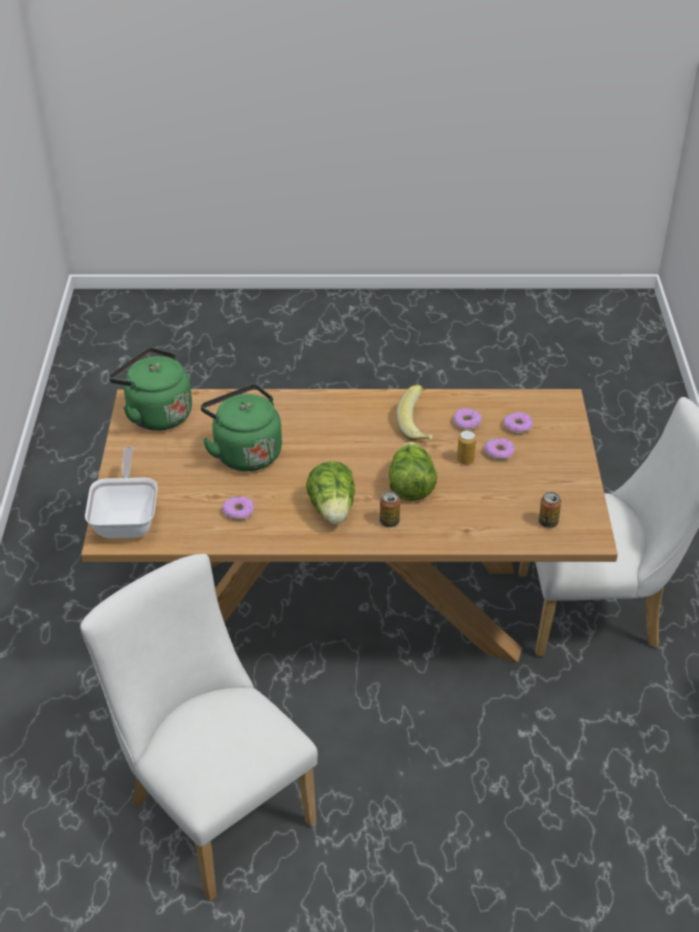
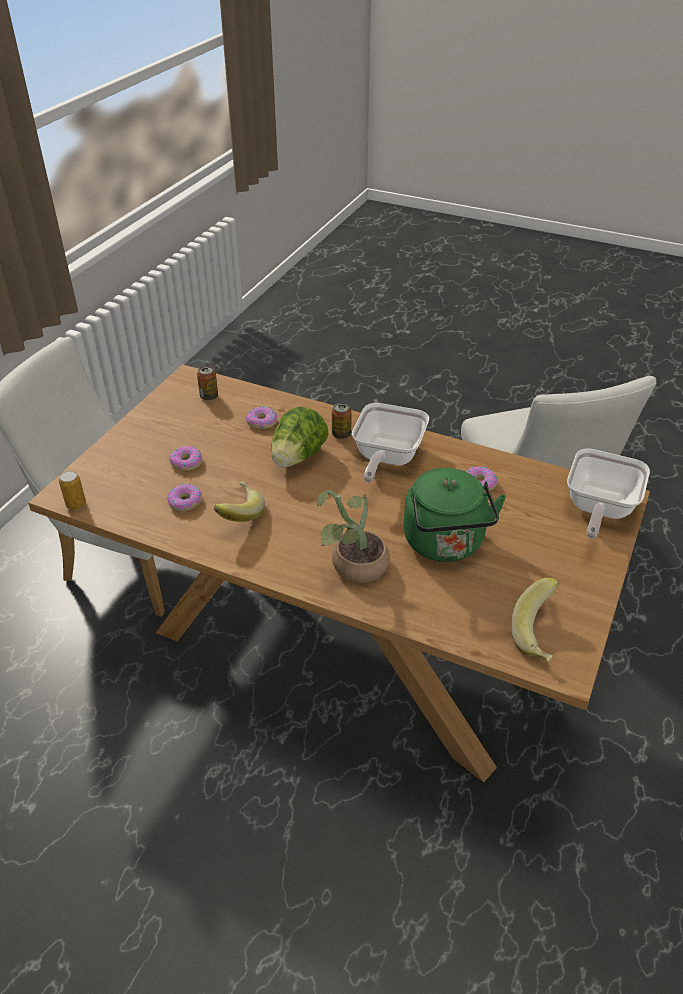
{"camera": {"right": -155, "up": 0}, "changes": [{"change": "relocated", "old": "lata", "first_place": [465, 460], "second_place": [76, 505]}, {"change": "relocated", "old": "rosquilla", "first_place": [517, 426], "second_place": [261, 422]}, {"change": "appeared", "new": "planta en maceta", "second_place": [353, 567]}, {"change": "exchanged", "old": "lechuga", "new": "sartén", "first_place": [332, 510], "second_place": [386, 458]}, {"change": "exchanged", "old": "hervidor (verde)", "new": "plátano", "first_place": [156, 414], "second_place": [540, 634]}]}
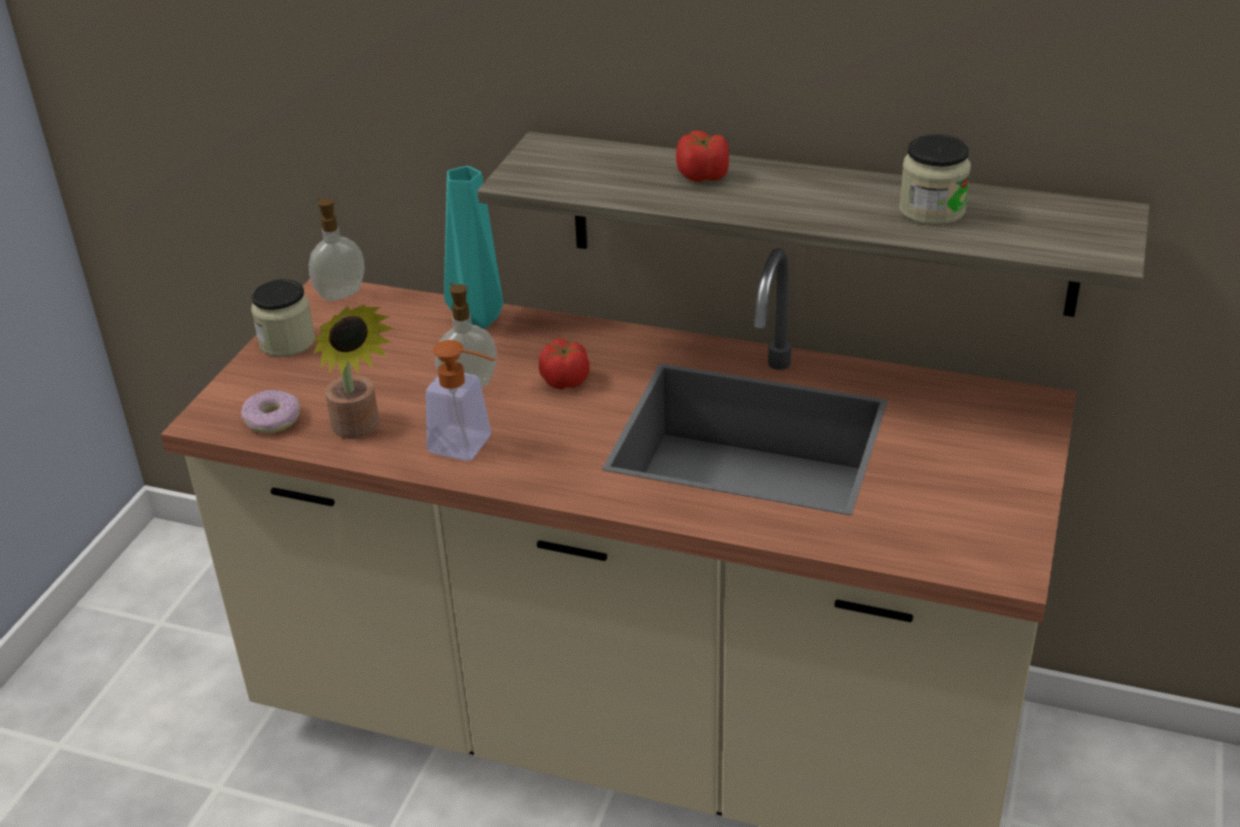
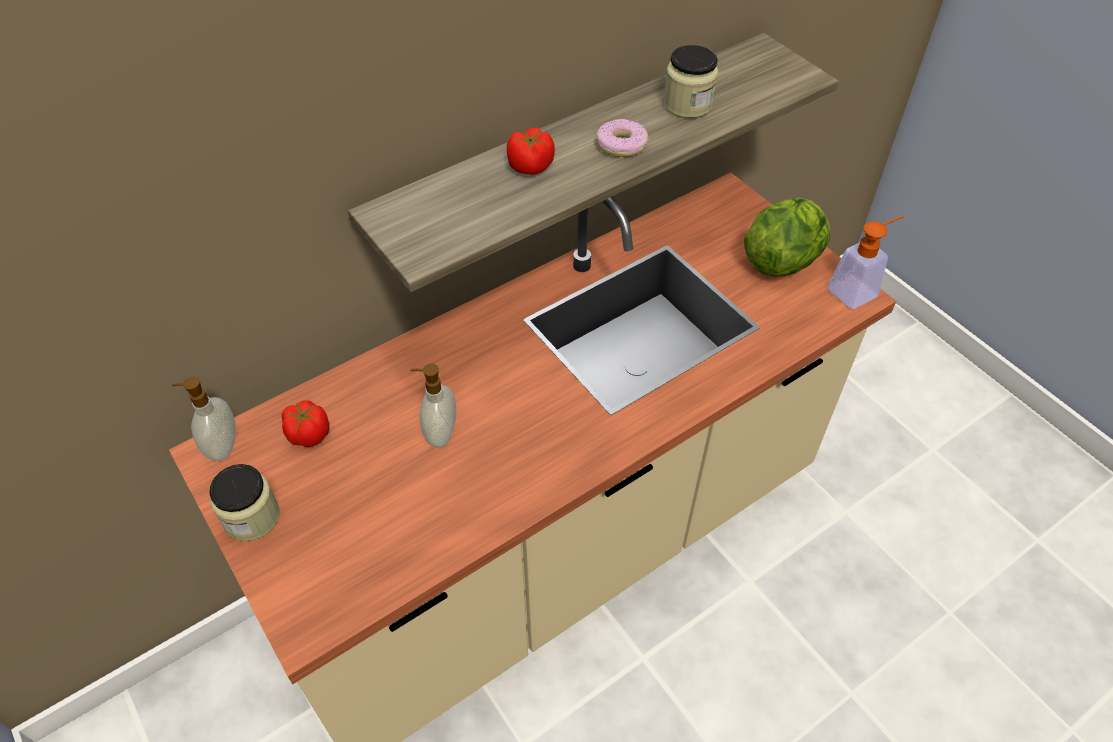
{"camera": {"right": -55, "up": 15}, "changes": [{"change": "relocated", "old": "tomate", "first_place": [565, 381], "second_place": [308, 434]}, {"change": "relocated", "old": "rosquilla", "first_place": [272, 419], "second_place": [621, 145]}, {"change": "appeared", "new": "lechuga", "second_place": [783, 260]}, {"change": "relocated", "old": "dispensador de jabón", "first_place": [470, 447], "second_place": [858, 290]}, {"change": "missing", "old": "planta en maceta", "first_place": [359, 430]}, {"change": "missing", "old": "florero (turquesa)", "first_place": [480, 320]}]}
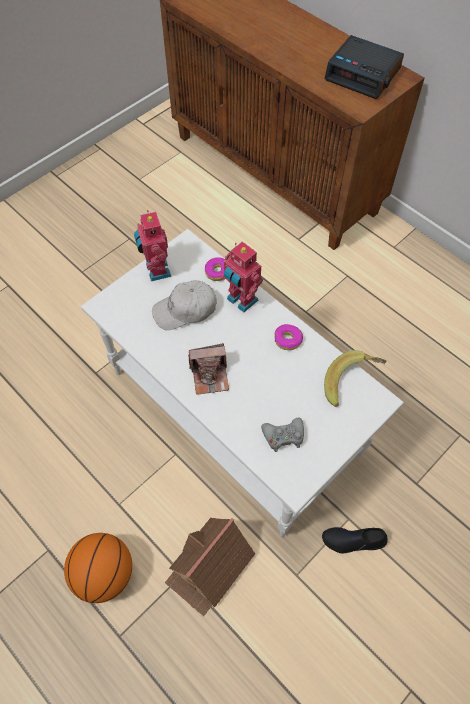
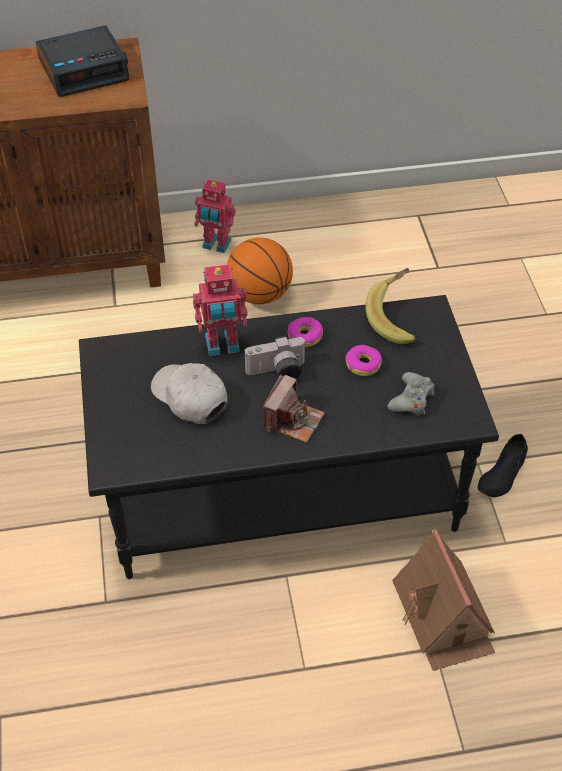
{"camera": {"right": -55, "up": -10}, "changes": [{"change": "colour", "old": "mesa de centro (blanco)", "new": "mesa de centro (negro)", "first_place": [236, 412], "second_place": [282, 488]}, {"change": "spun", "old": "gorra (blanco)", "first_place": [185, 310], "second_place": [190, 397], "degrees": 120}, {"change": "relocated", "old": "robot de juguete", "first_place": [156, 270], "second_place": [216, 245]}, {"change": "relocated", "old": "balón de baloncesto", "first_place": [104, 574], "second_place": [260, 294]}, {"change": "appeared", "new": "cámara", "second_place": [277, 372]}, {"change": "relocated", "old": "rosquilla", "first_place": [217, 272], "second_place": [363, 364]}]}
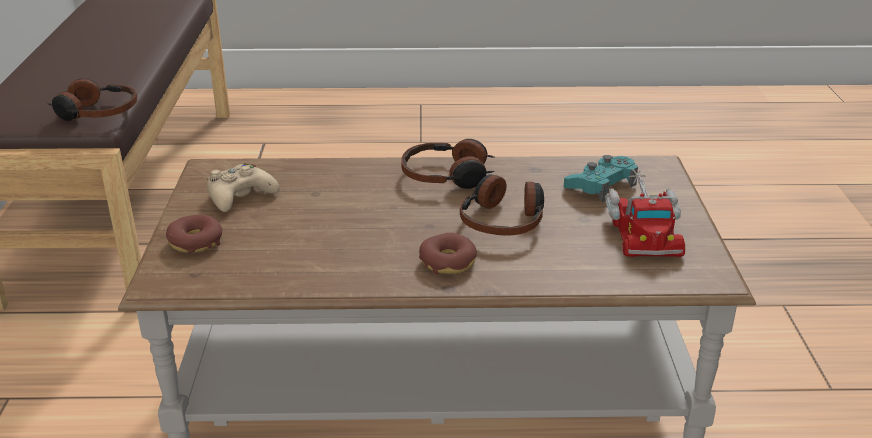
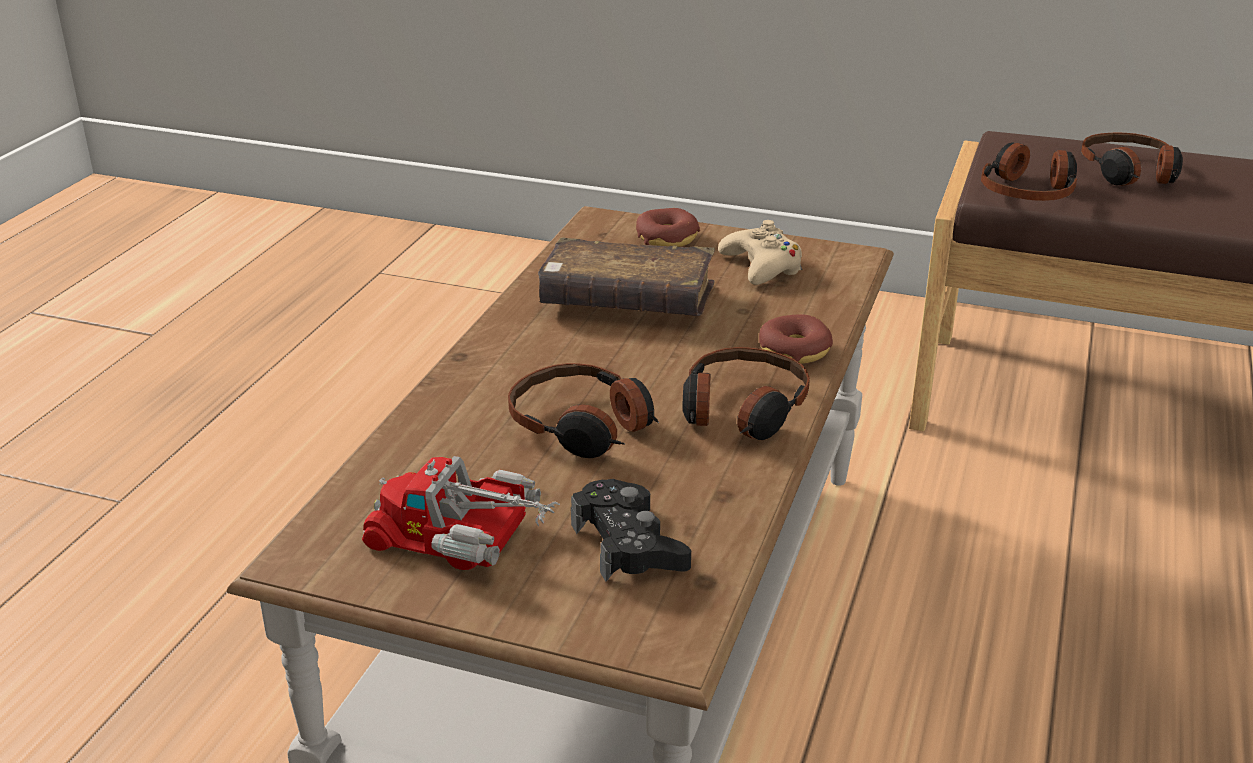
{"camera": {"right": 110, "up": 0}, "changes": [{"change": "appeared", "new": "libro (marrón)", "second_place": [627, 300]}, {"change": "colour", "old": "mando de consola (turquesa)", "new": "mando de consola (negro)", "first_place": [601, 185], "second_place": [629, 545]}, {"change": "relocated", "old": "rosquilla", "first_place": [448, 262], "second_place": [794, 351]}, {"change": "appeared", "new": "auriculares", "second_place": [1129, 173]}]}
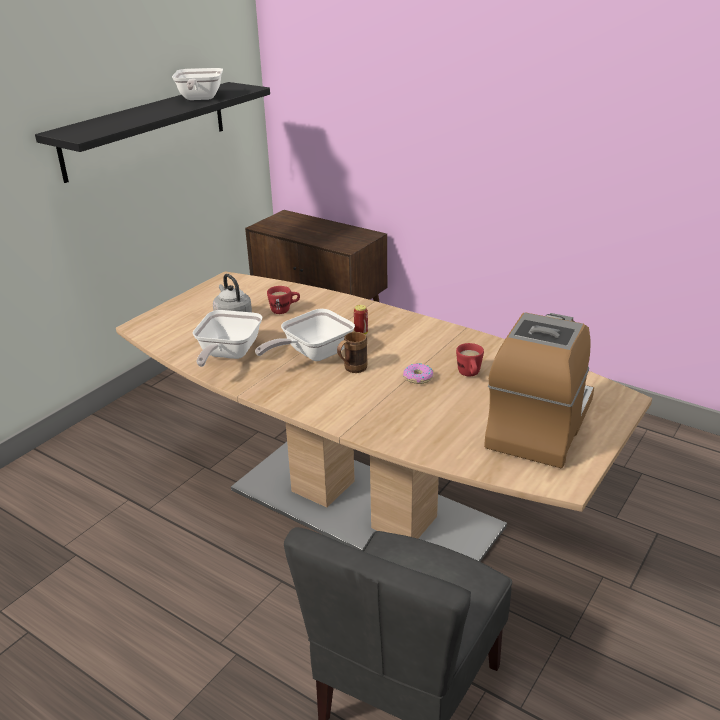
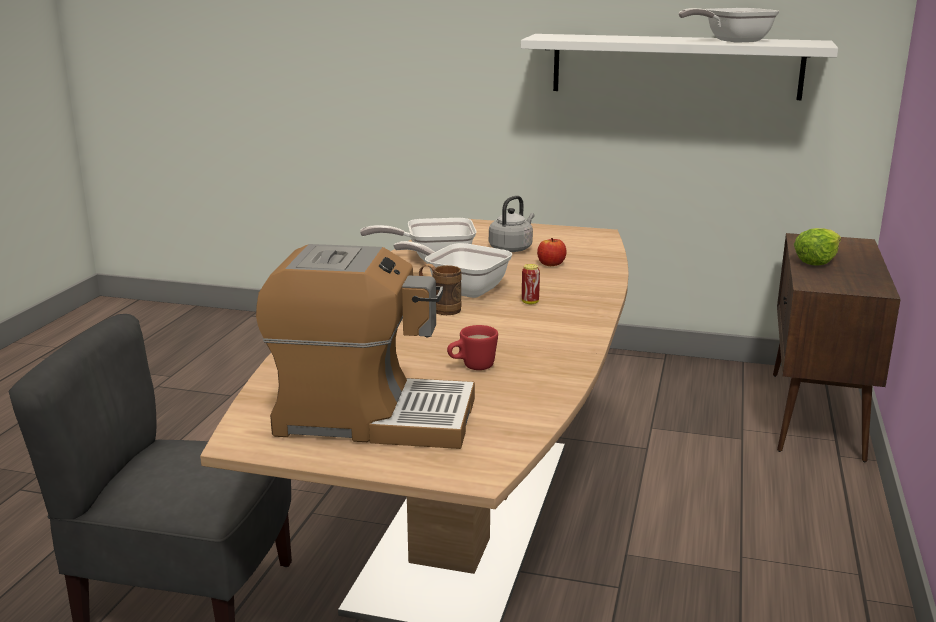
{"camera": {"right": 70, "up": -10}, "changes": [{"change": "colour", "old": "estante (negro)", "new": "estante (blanco)", "first_place": [146, 130], "second_place": [675, 66]}, {"change": "exchanged", "old": "taza grande (rojo)", "new": "manzana", "first_place": [284, 310], "second_place": [551, 264]}, {"change": "appeared", "new": "lechuga", "second_place": [816, 261]}, {"change": "missing", "old": "rosquilla", "first_place": [418, 378]}]}
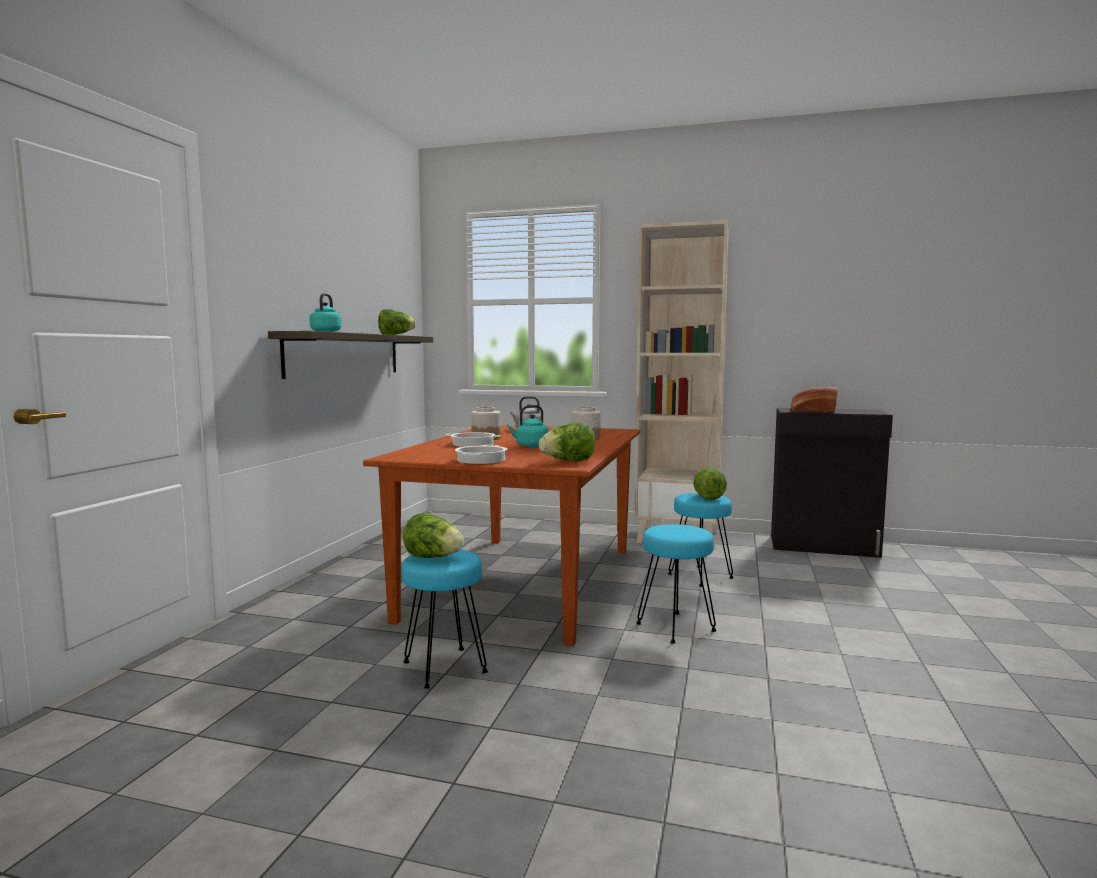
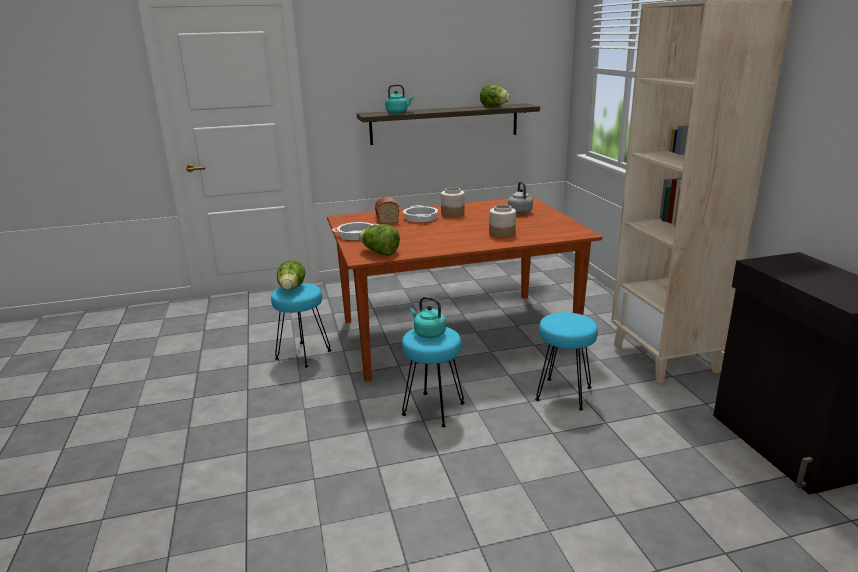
{"camera": {"right": 60, "up": 15}, "changes": [{"change": "relocated", "old": "pan", "first_place": [812, 411], "second_place": [386, 218]}, {"change": "relocated", "old": "hervidor (turquesa)", "first_place": [530, 446], "second_place": [428, 333]}, {"change": "missing", "old": "lechuga", "first_place": [707, 497]}]}
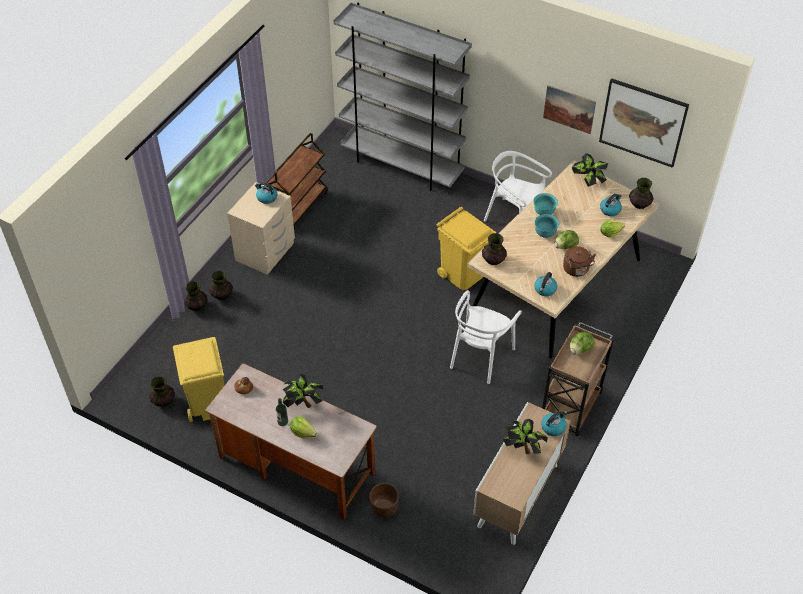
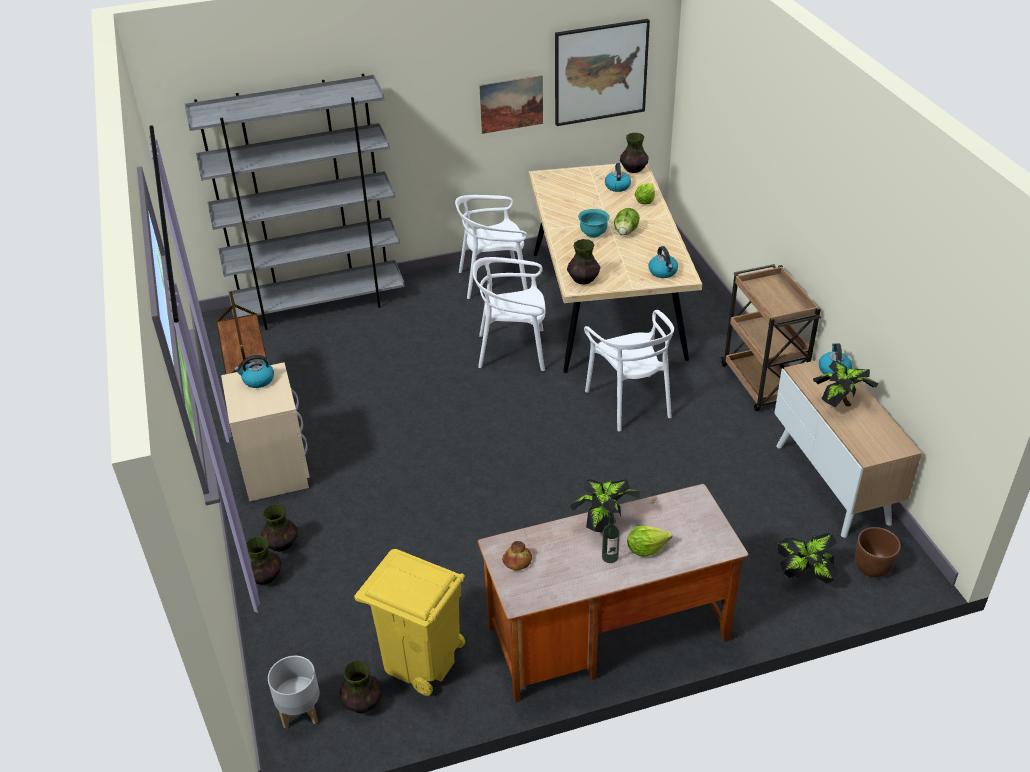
{"camera": {"right": -45, "up": -10}, "changes": [{"change": "appeared", "new": "maceta (gris)", "second_place": [300, 712]}, {"change": "exchanged", "old": "papelera (amarillo)", "new": "silla (blanco)", "first_place": [463, 274], "second_place": [513, 350]}, {"change": "relocated", "old": "planta en maceta", "first_place": [588, 182], "second_place": [805, 576]}, {"change": "relocated", "old": "maceta (marrón)", "first_place": [384, 508], "second_place": [872, 566]}, {"change": "missing", "old": "cuenco (turquesa)", "first_place": [544, 212]}, {"change": "missing", "old": "hervidor (marrón)", "first_place": [576, 270]}, {"change": "missing", "old": "lechuga", "first_place": [580, 349]}]}
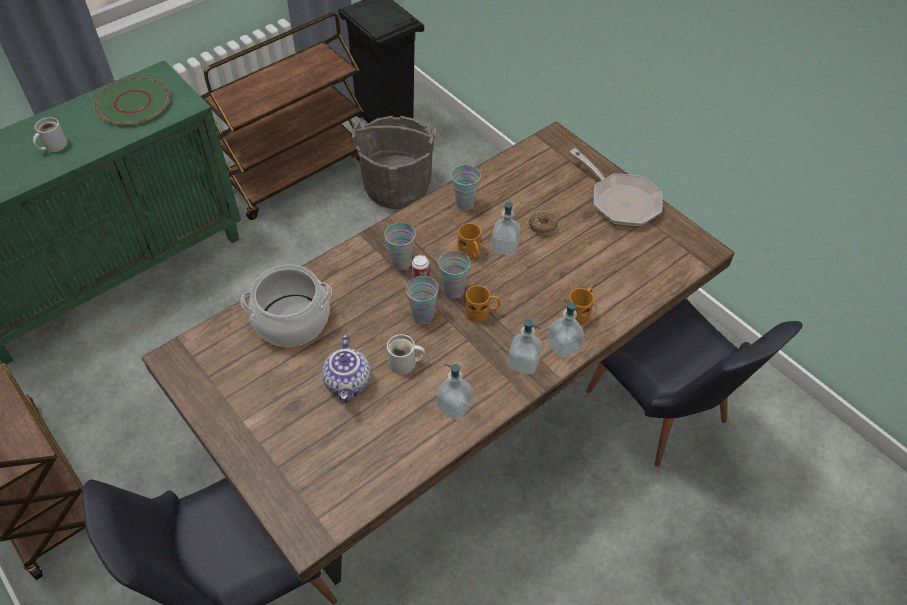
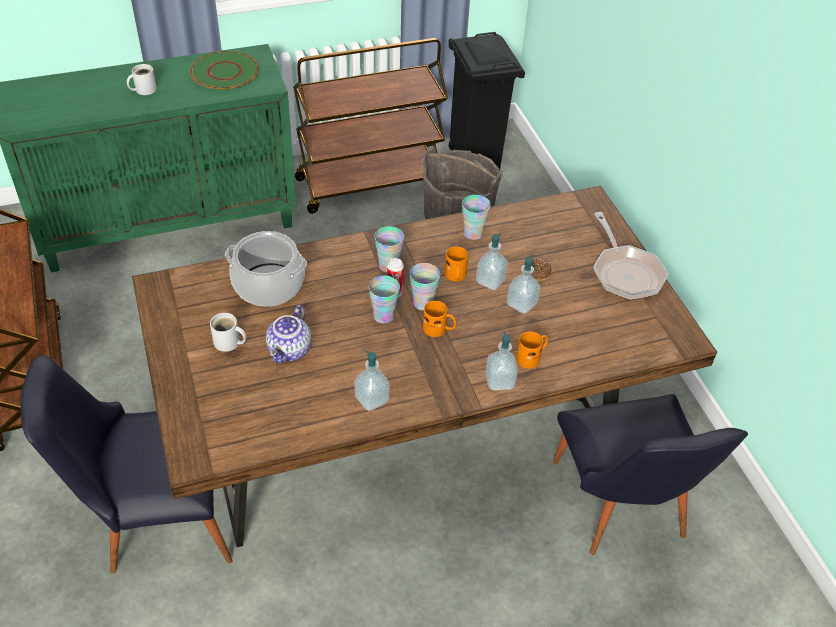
{"camera": {"right": 20, "up": -5}, "changes": [{"change": "relocated", "old": "taza grande (blanco)", "first_place": [405, 363], "second_place": [228, 343]}, {"change": "relocated", "old": "dispensador de jabón", "first_place": [523, 363], "second_place": [521, 304]}]}
